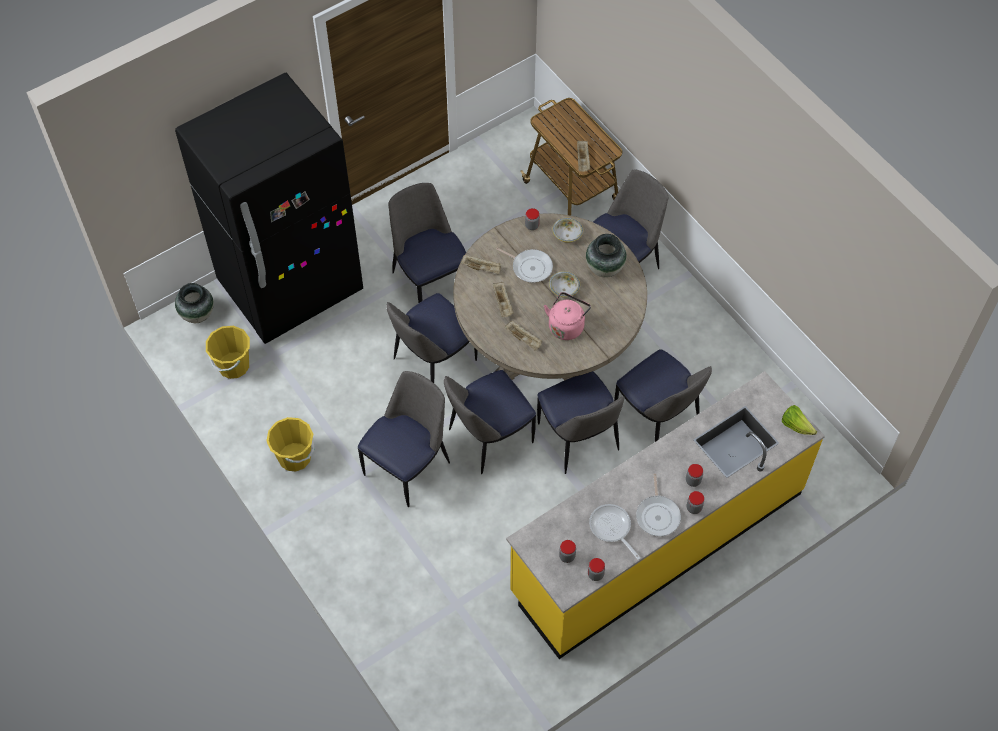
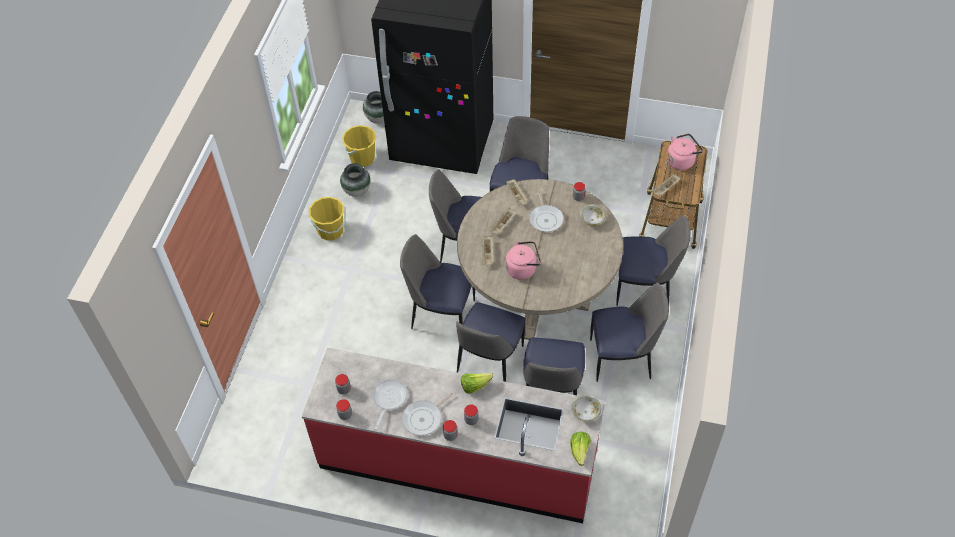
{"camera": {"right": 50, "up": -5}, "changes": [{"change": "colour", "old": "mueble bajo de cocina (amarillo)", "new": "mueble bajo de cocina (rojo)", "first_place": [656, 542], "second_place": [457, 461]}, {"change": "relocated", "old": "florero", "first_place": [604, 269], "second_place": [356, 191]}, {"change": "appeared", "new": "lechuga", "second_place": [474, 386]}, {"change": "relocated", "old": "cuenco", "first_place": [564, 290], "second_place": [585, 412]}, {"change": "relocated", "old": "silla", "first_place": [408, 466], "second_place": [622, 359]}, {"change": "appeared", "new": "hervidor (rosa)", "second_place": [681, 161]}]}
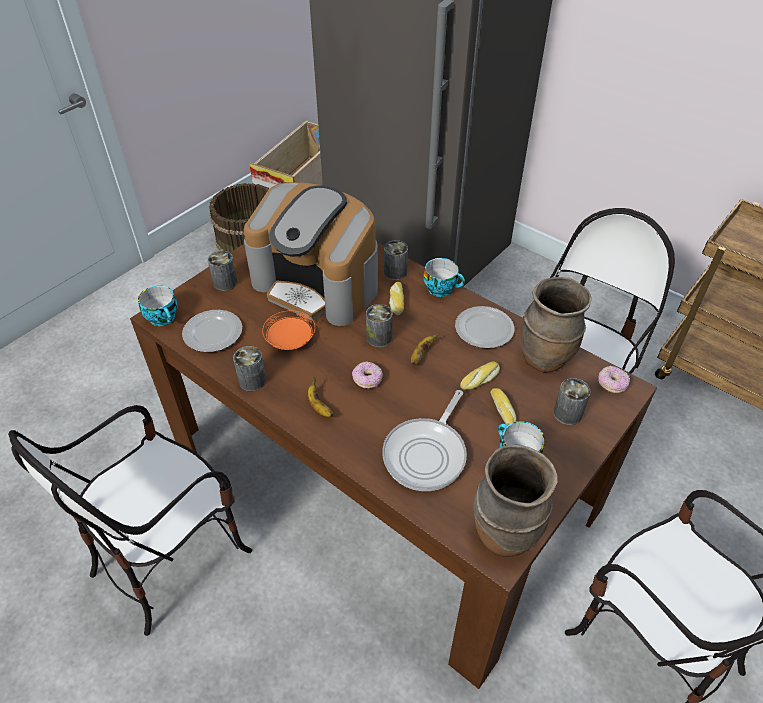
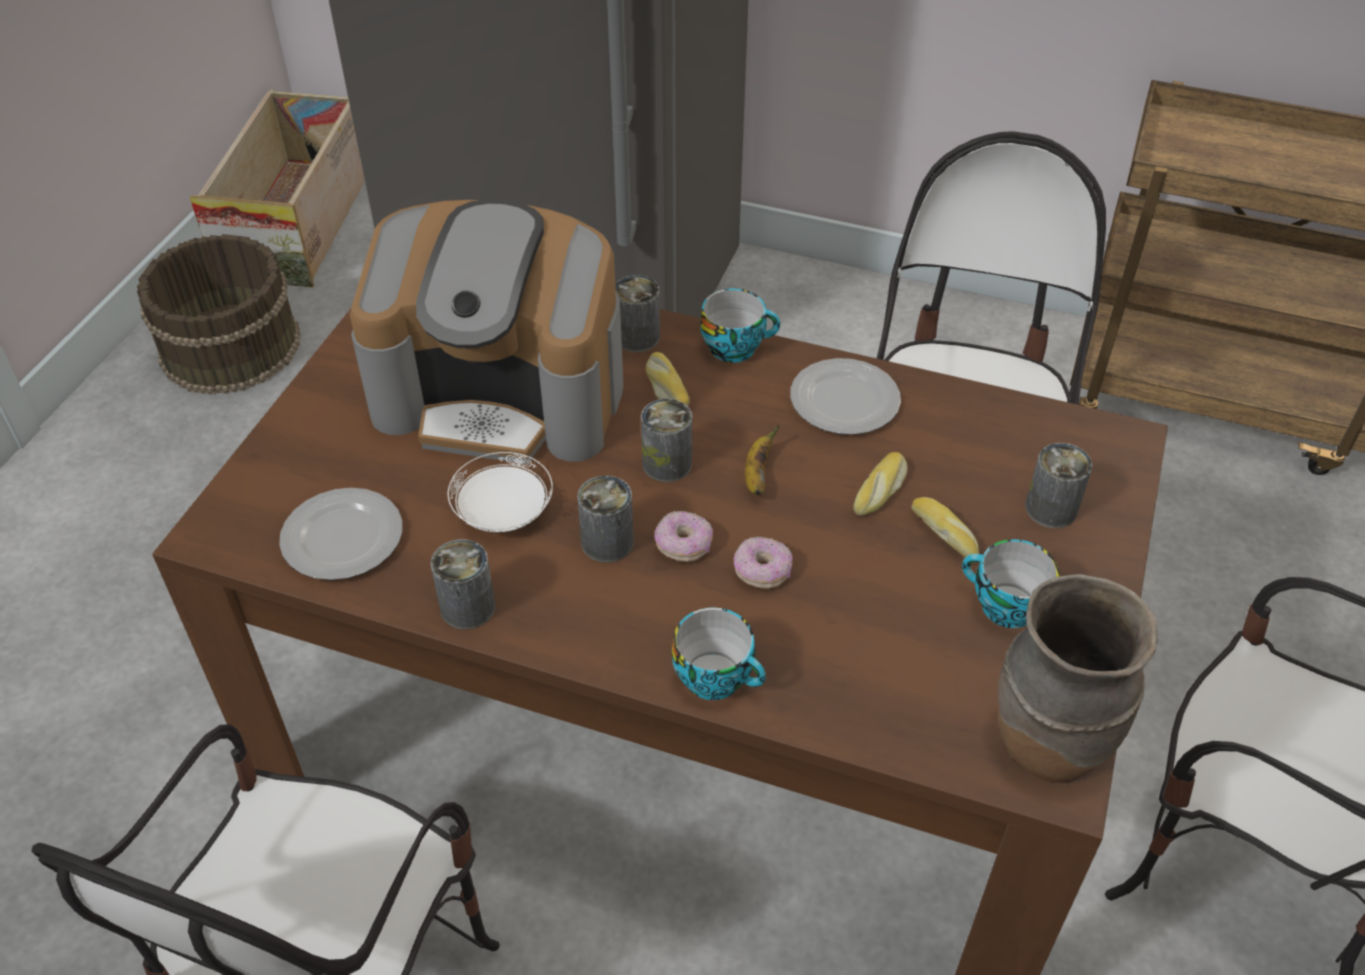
{"camera": {"right": -20, "up": 0}, "changes": [{"change": "colour", "old": "plato (naranja)", "new": "plato (blanco)", "first_place": [290, 341], "second_place": [504, 512]}, {"change": "relocated", "old": "lata", "first_place": [225, 282], "second_place": [607, 542]}, {"change": "relocated", "old": "taza", "first_place": [164, 318], "second_place": [718, 677]}, {"change": "relocated", "old": "rosquilla", "first_place": [611, 384], "second_place": [762, 571]}, {"change": "missing", "old": "plátano", "first_place": [319, 406]}, {"change": "missing", "old": "sartén", "first_place": [427, 454]}, {"change": "missing", "old": "florero (marrón)", "first_place": [545, 359]}]}
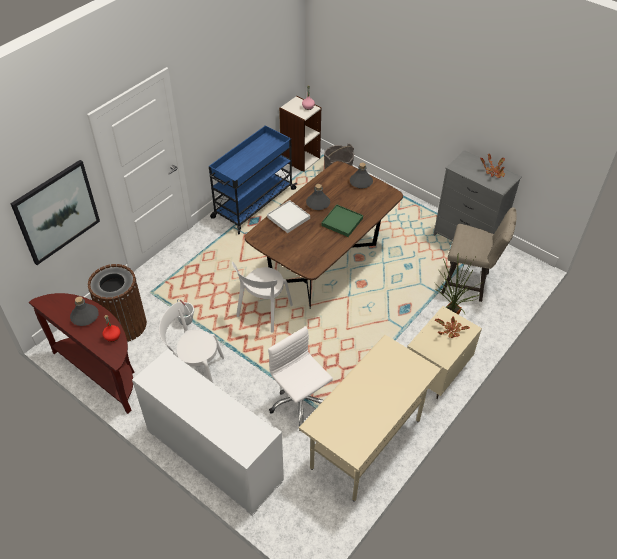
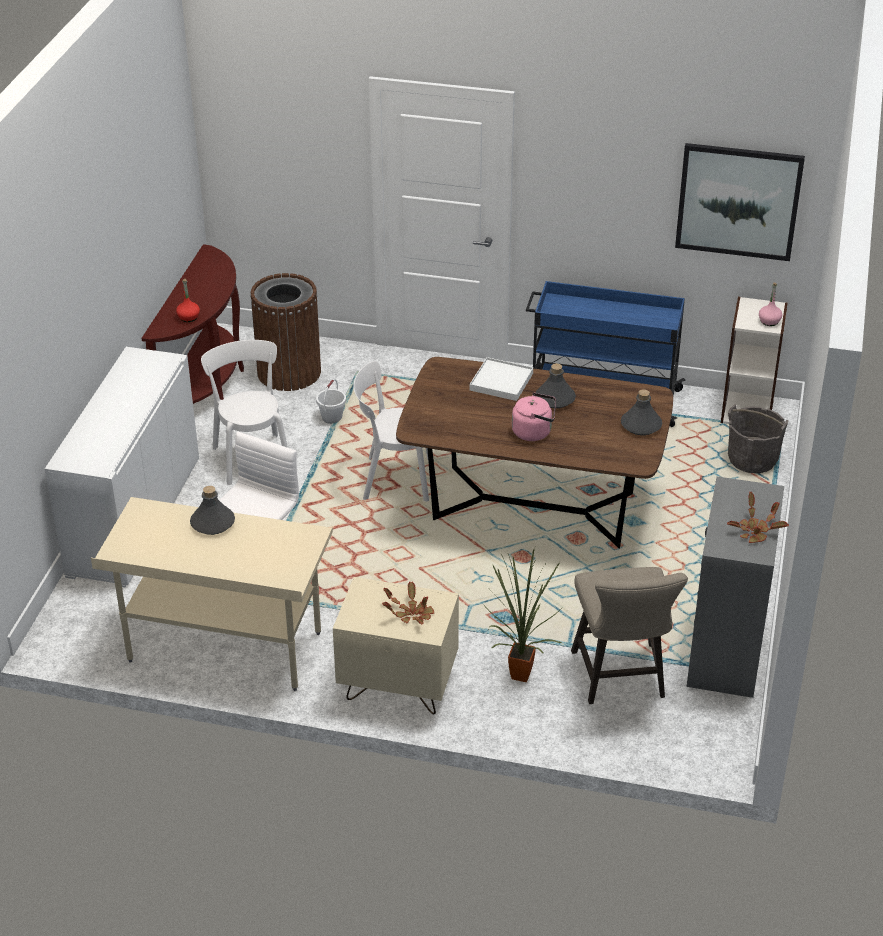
{"camera": {"right": 65, "up": -10}, "changes": [{"change": "relocated", "old": "botella (gris)", "first_place": [85, 316], "second_place": [213, 523]}, {"change": "exchanged", "old": "bandeja (verde)", "new": "hervidor (rosa)", "first_place": [342, 222], "second_place": [534, 432]}, {"change": "relocated", "old": "cuadro", "first_place": [57, 212], "second_place": [738, 201]}]}
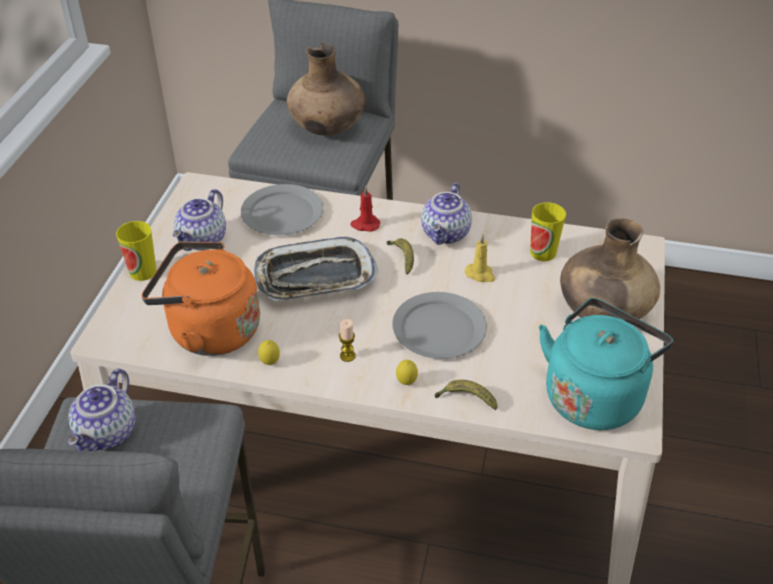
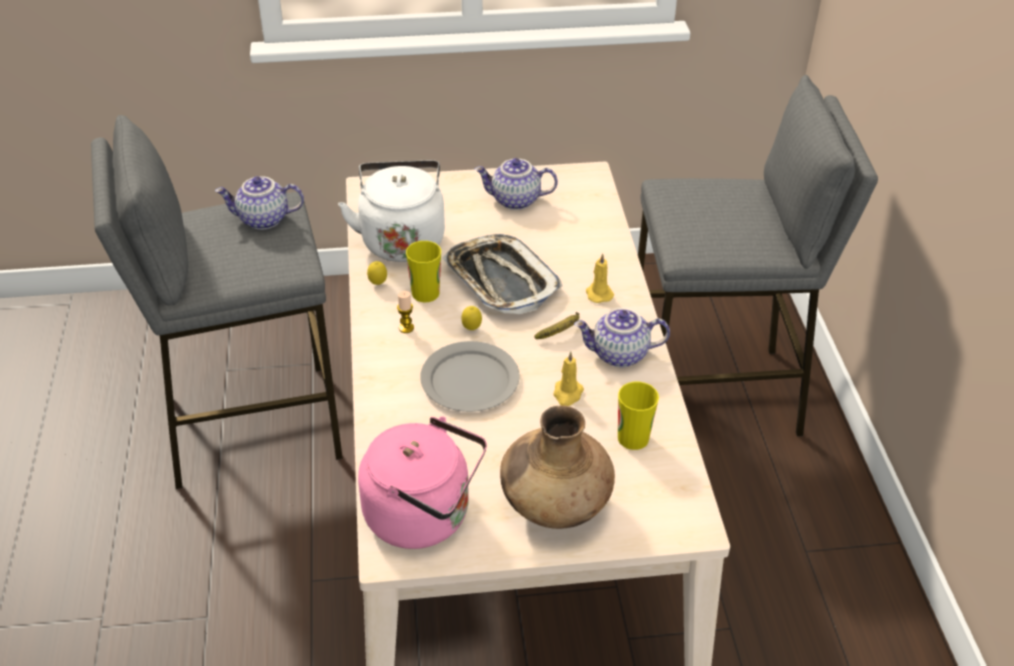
{"camera": {"right": 70, "up": 0}, "changes": [{"change": "colour", "old": "hervidor (naranja)", "new": "hervidor (blanco)", "first_place": [209, 330], "second_place": [401, 239]}, {"change": "colour", "old": "hervidor (turquesa)", "new": "hervidor (rosa)", "first_place": [595, 395], "second_place": [424, 516]}, {"change": "relocated", "old": "taza", "first_place": [143, 271], "second_place": [425, 293]}, {"change": "relocated", "old": "limón", "first_place": [406, 383], "second_place": [471, 329]}, {"change": "colour", "old": "vela (rojo)", "new": "vela (amarillo)", "first_place": [365, 225], "second_place": [598, 293]}, {"change": "missing", "old": "plato (gris)", "first_place": [283, 213]}, {"change": "missing", "old": "florero (marrón)", "first_place": [328, 128]}, {"change": "missing", "old": "plátano", "first_place": [466, 399]}]}
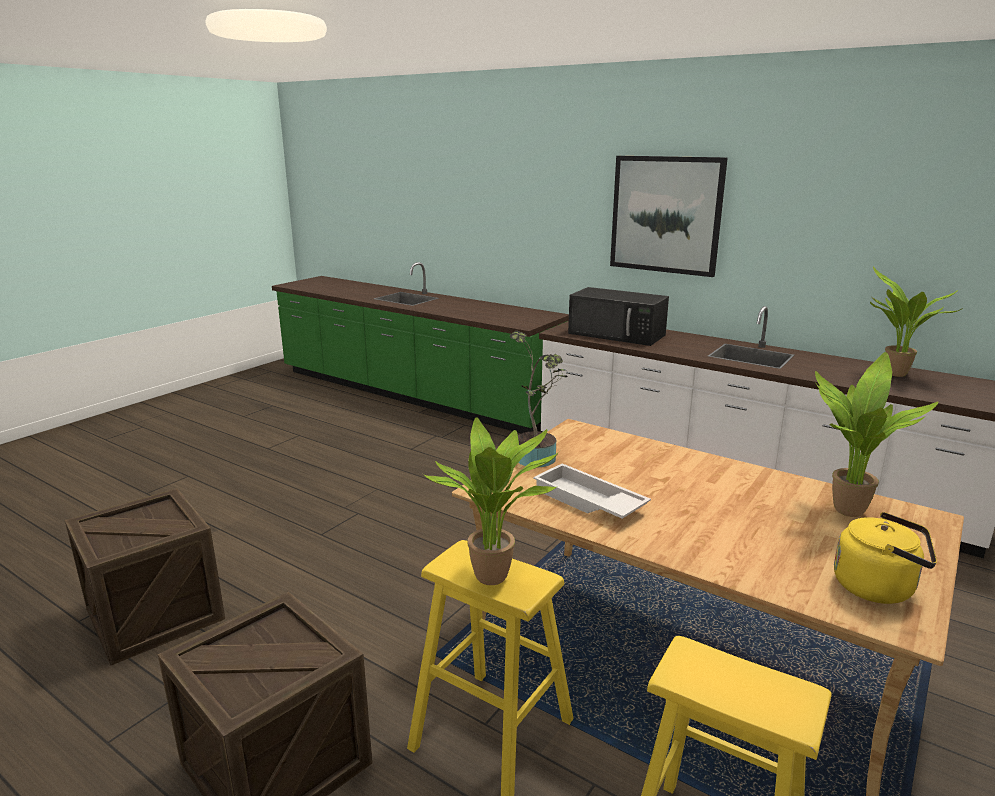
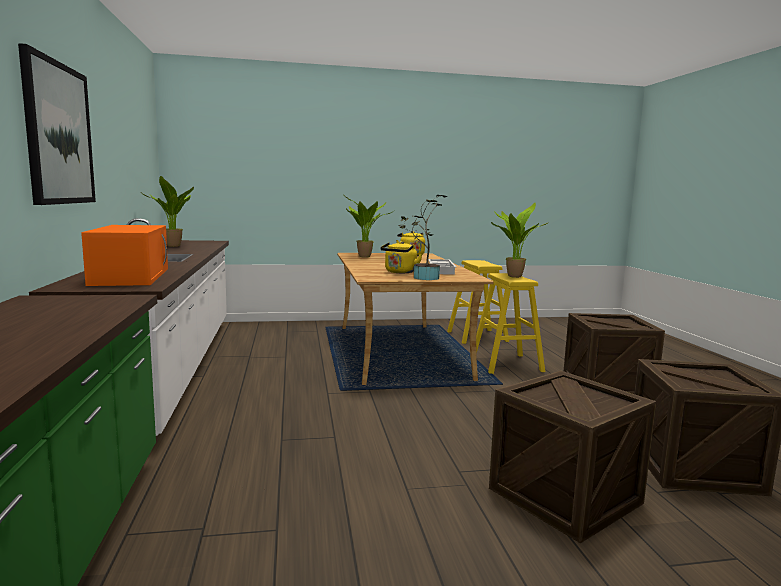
{"camera": {"right": -135, "up": -10}, "changes": [{"change": "colour", "old": "microondas (negro)", "new": "microondas (naranja)", "first_place": [618, 334], "second_place": [130, 276]}, {"change": "appeared", "new": "hervidor (amarillo)", "second_place": [400, 272]}, {"change": "appeared", "new": "caja de embalaje", "second_place": [564, 495]}]}
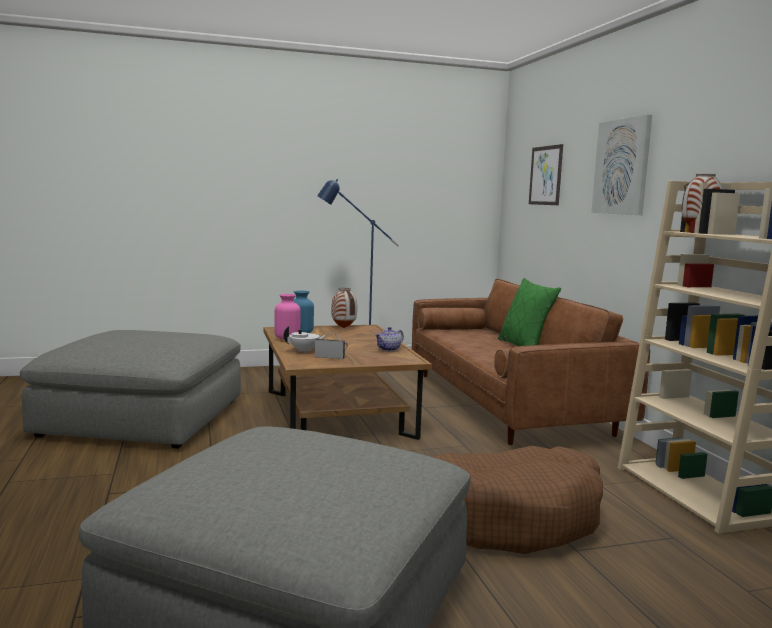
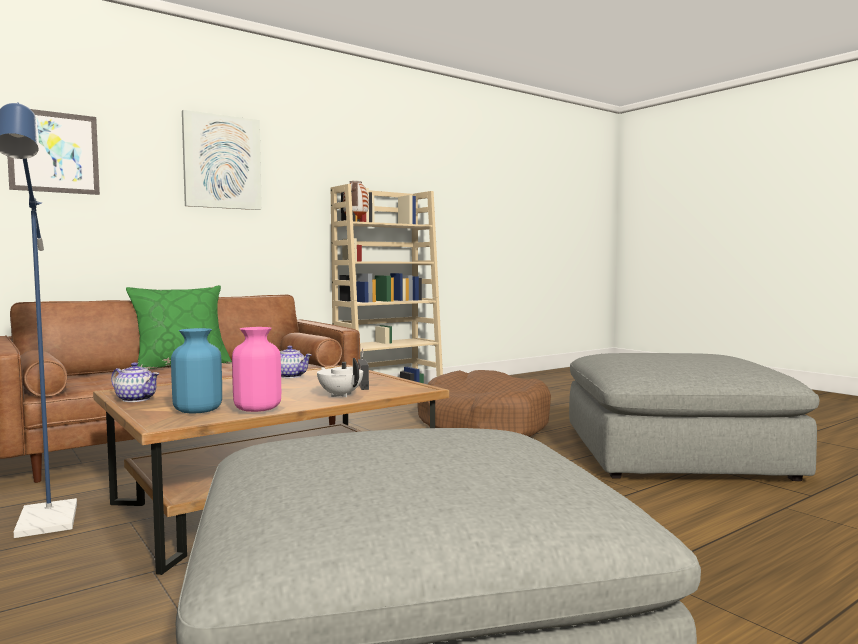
{"camera": {"right": -110, "up": -5}, "changes": [{"change": "exchanged", "old": "florero", "new": "tetera", "first_place": [344, 328], "second_place": [136, 399]}]}
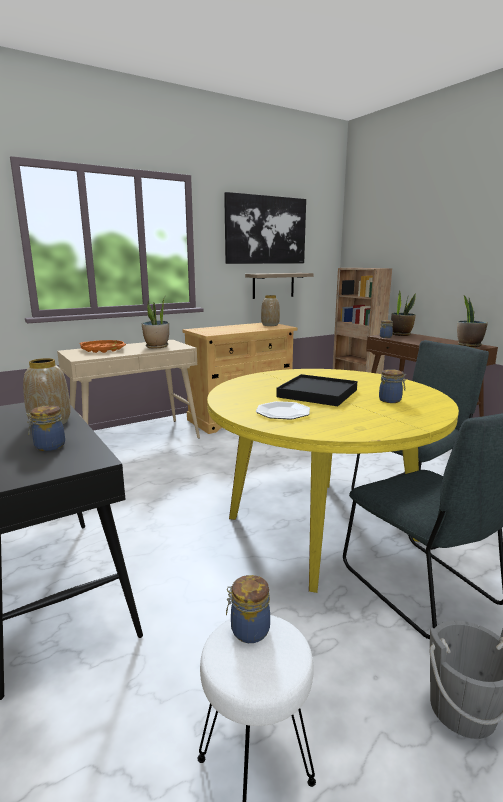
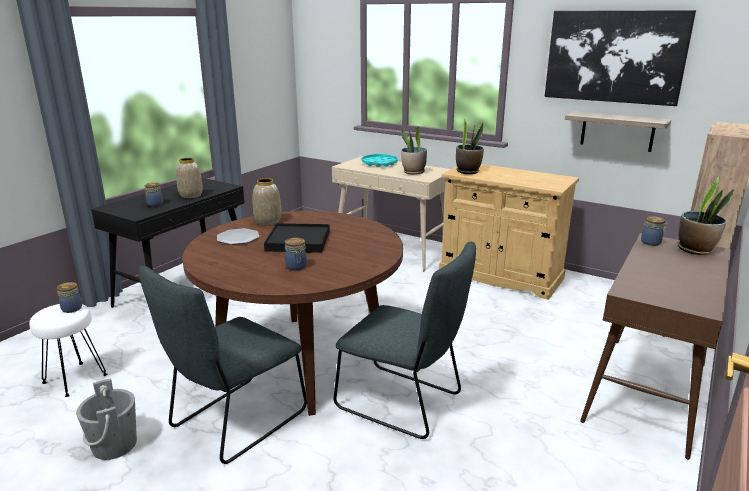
{"camera": {"right": 65, "up": 5}, "changes": [{"change": "colour", "old": "mesa de comedor (amarillo)", "new": "mesa de comedor (marrón)", "first_place": [321, 528], "second_place": [301, 360]}, {"change": "relocated", "old": "florero", "first_place": [270, 325], "second_place": [268, 222]}, {"change": "colour", "old": "bandeja (naranja)", "new": "bandeja (turquesa)", "first_place": [103, 350], "second_place": [379, 163]}, {"change": "relocated", "old": "planta en maceta", "first_place": [468, 345], "second_place": [468, 171]}]}
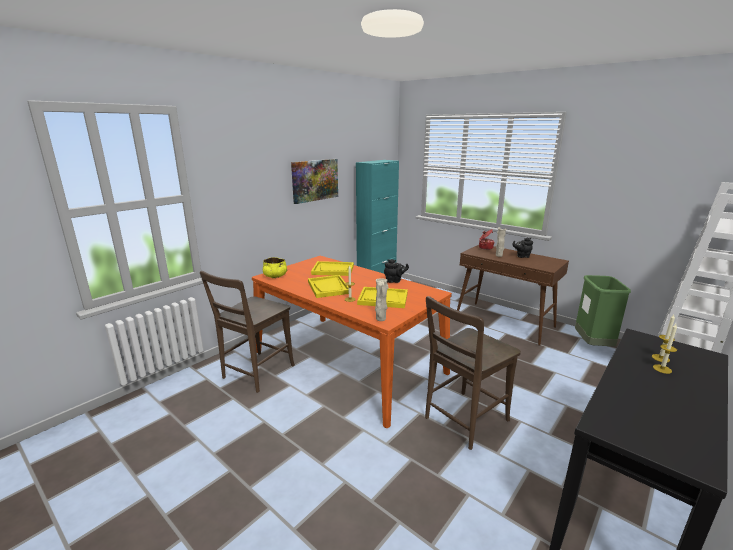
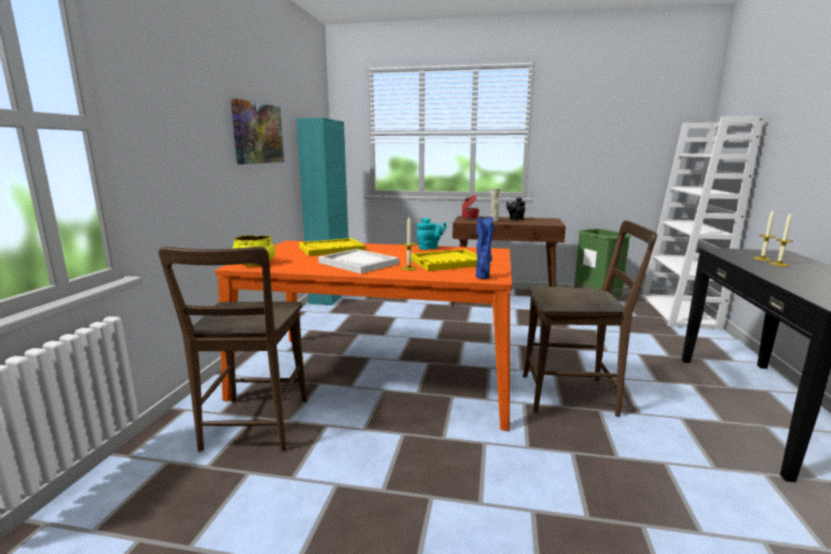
{"camera": {"right": -30, "up": -5}, "changes": [{"change": "colour", "old": "bandeja (amarillo)", "new": "bandeja (blanco)", "first_place": [328, 287], "second_place": [358, 263]}, {"change": "colour", "old": "tetera (negro)", "new": "tetera (turquesa)", "first_place": [394, 281], "second_place": [430, 248]}, {"change": "colour", "old": "florero (beis)", "new": "florero (azul)", "first_place": [380, 319], "second_place": [483, 277]}, {"change": "spun", "old": "silla (marrón)", "first_place": [463, 421], "second_place": [574, 395], "degrees": -105}]}
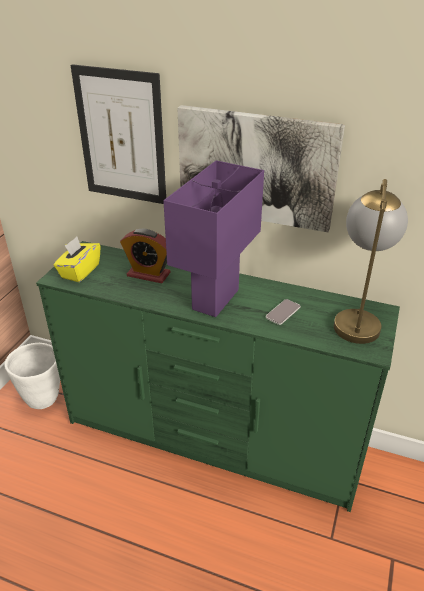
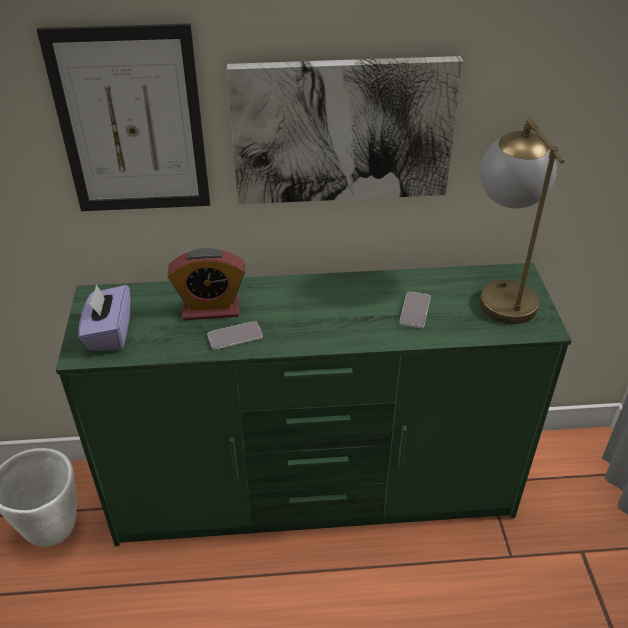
{"camera": {"right": -25, "up": 5}, "changes": [{"change": "colour", "old": "caja de pañuelos (amarillo)", "new": "caja de pañuelos (morado)", "first_place": [79, 271], "second_place": [109, 333]}, {"change": "appeared", "new": "móvil", "second_place": [235, 336]}, {"change": "missing", "old": "lámpara de mesa (morado)", "first_place": [215, 299]}]}
